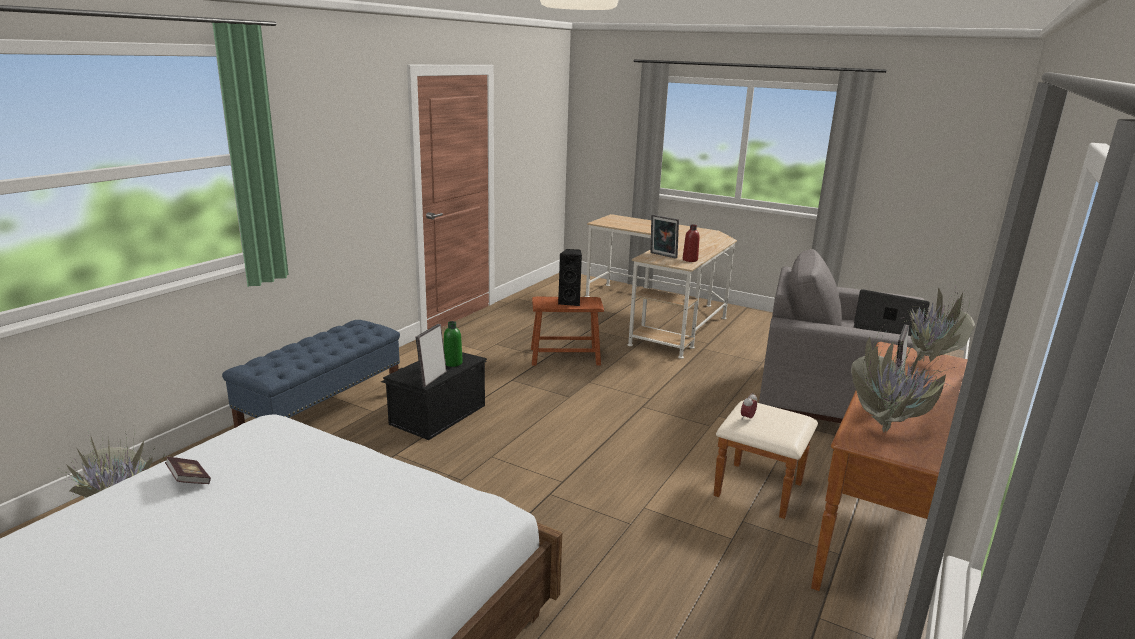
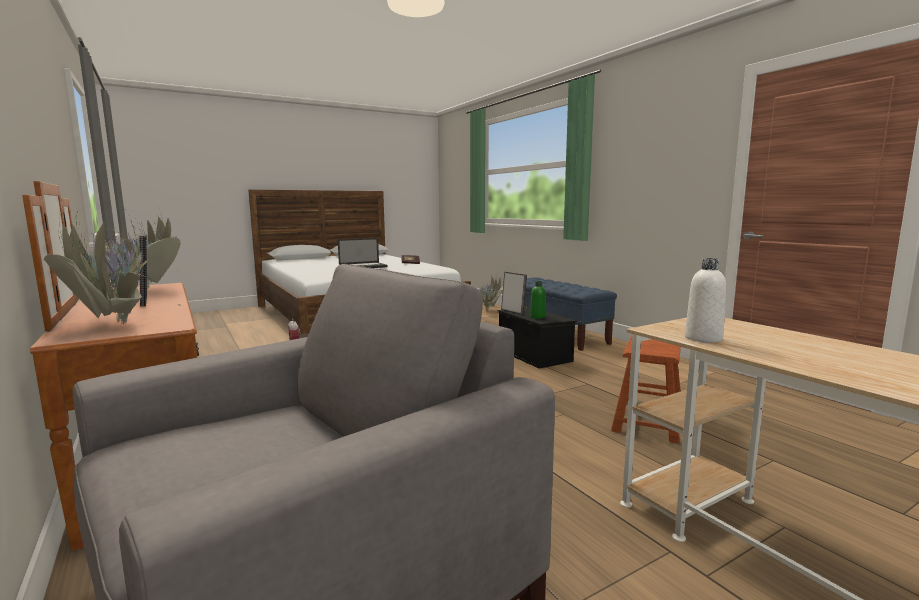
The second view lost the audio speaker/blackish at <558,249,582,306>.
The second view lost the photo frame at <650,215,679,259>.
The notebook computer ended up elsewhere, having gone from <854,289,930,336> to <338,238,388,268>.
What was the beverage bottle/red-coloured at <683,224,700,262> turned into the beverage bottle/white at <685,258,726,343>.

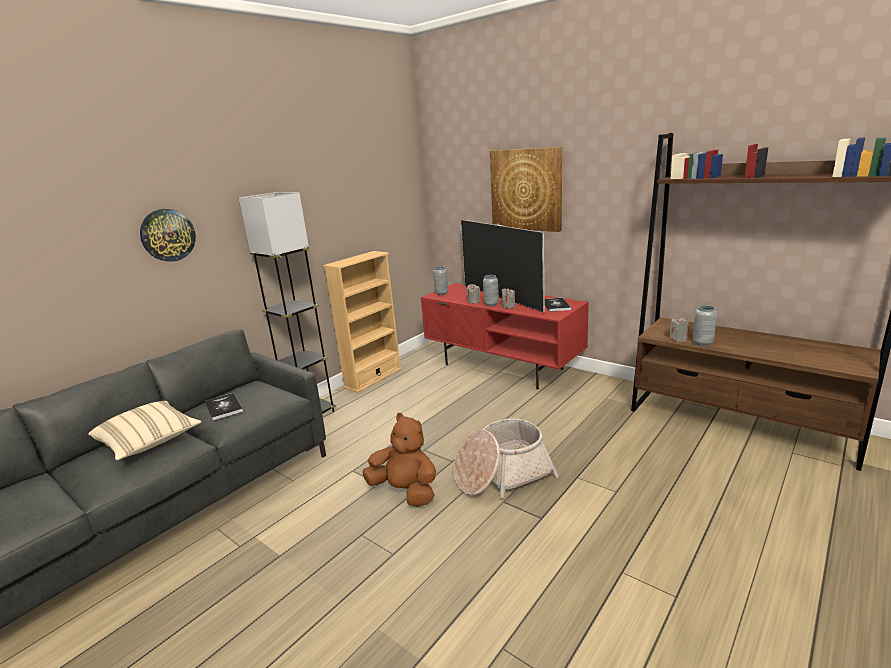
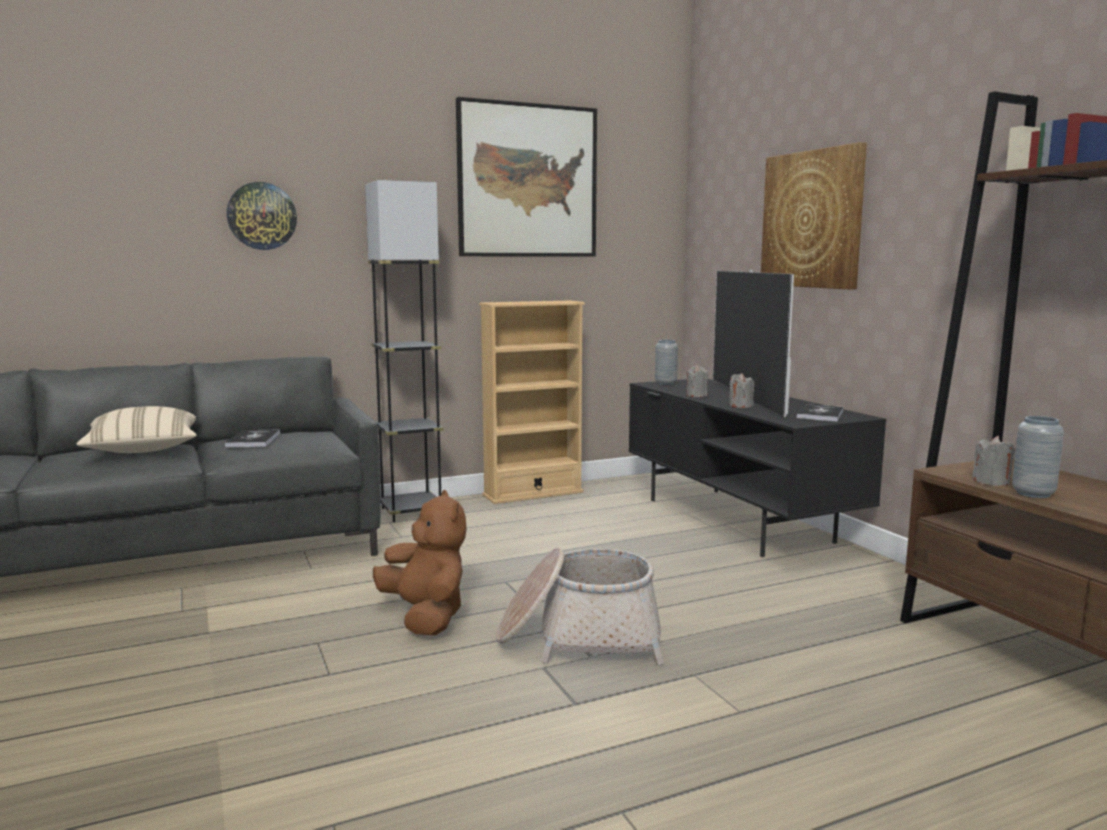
The second view lost the flower vase/gray at <483,275,499,306>.
The second view gained the picture at <456,97,597,257>.
What was the tv unit/red-coloured at <420,283,589,389> turned into the tv unit/blackish at <629,379,886,557>.

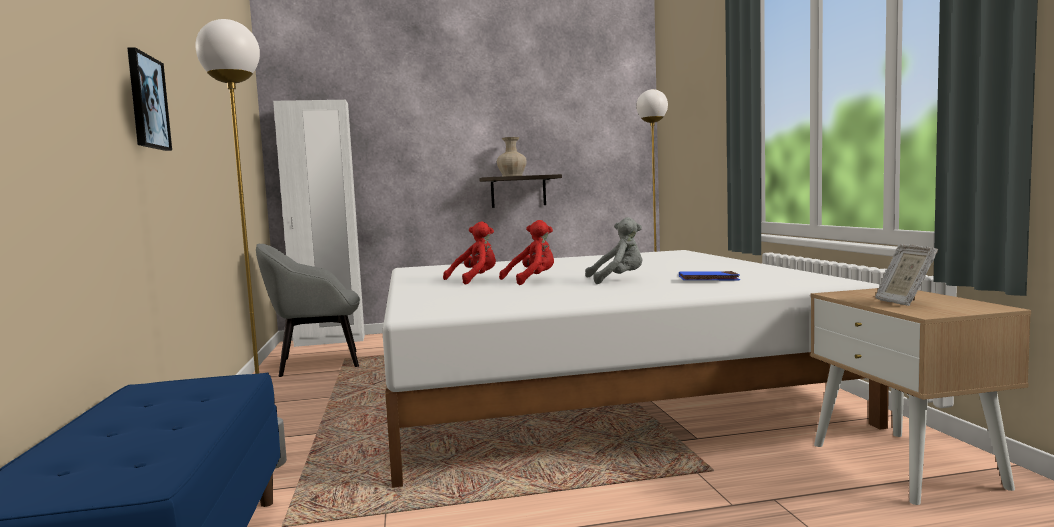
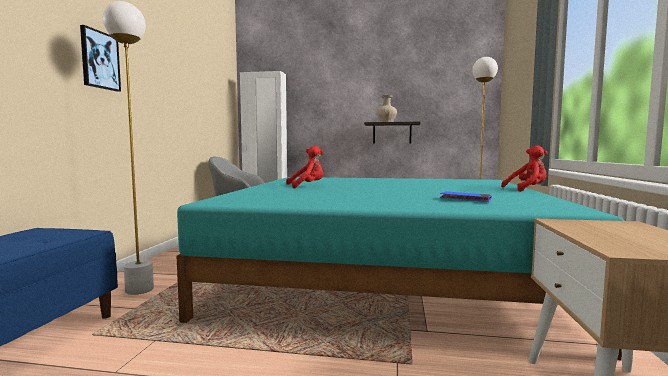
The second view lost the plush toy/gray at <585,217,643,284>.
The second view lost the photo frame at <875,244,938,306>.
The plush toy/red-coloured ended up elsewhere, having gone from <499,220,554,285> to <501,145,548,192>.
What was the bed/white at <382,250,889,488> turned into the bed/turquoise-coloured at <176,177,625,360>.

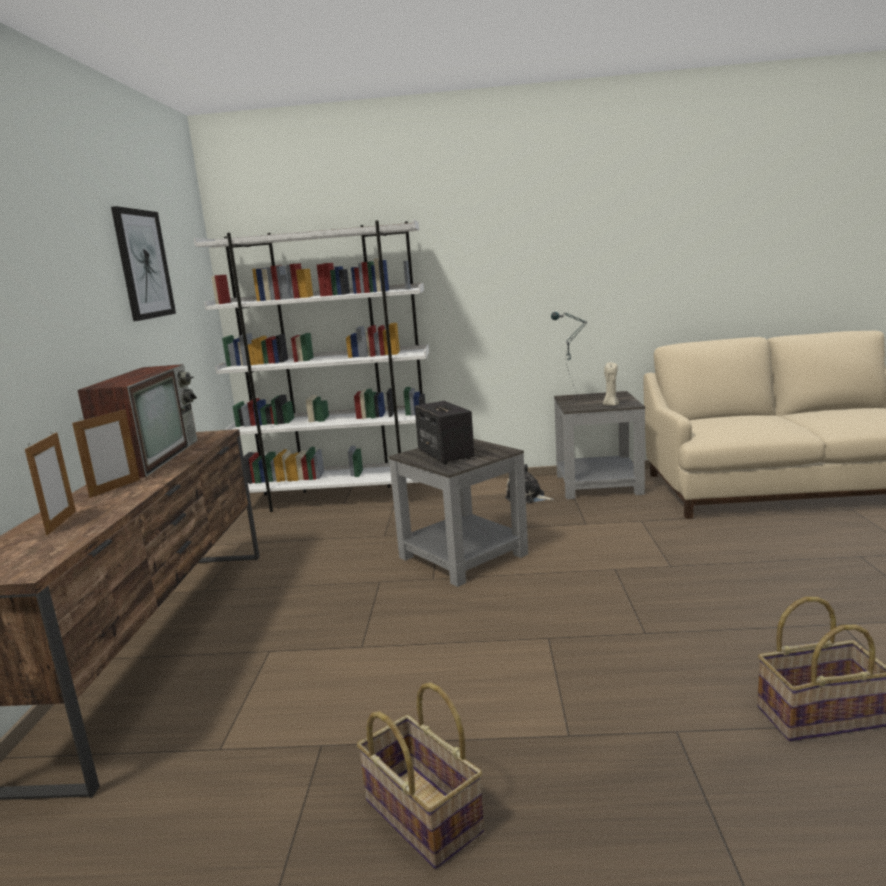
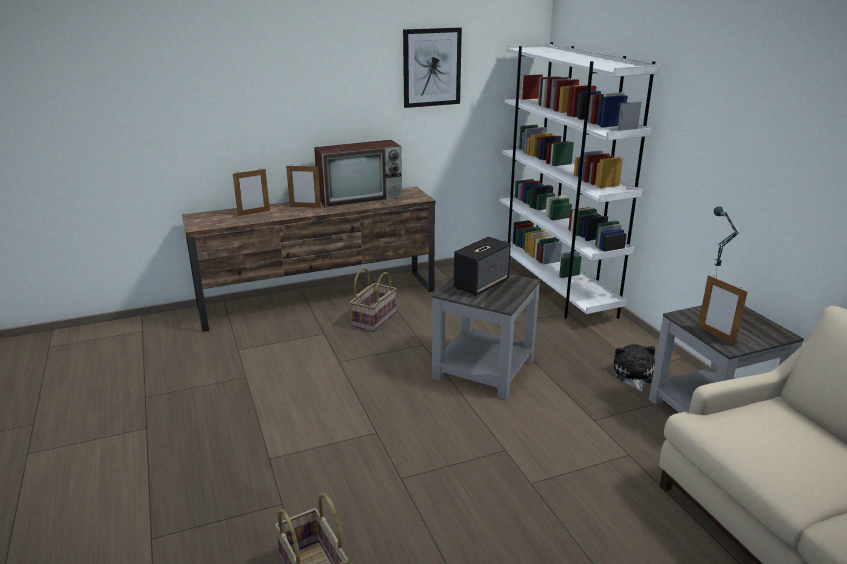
The basket ended up elsewhere, having gone from <357,682,484,869> to <350,267,396,332>.
Where the wax candle/sand-coloured stood at <603,362,619,406>, the photo frame came to stand at <698,275,747,345>.

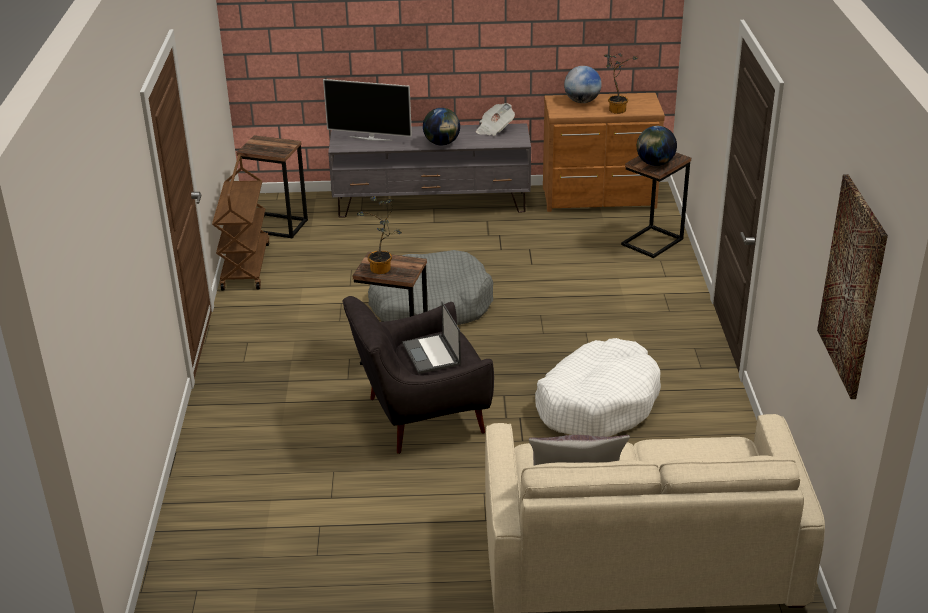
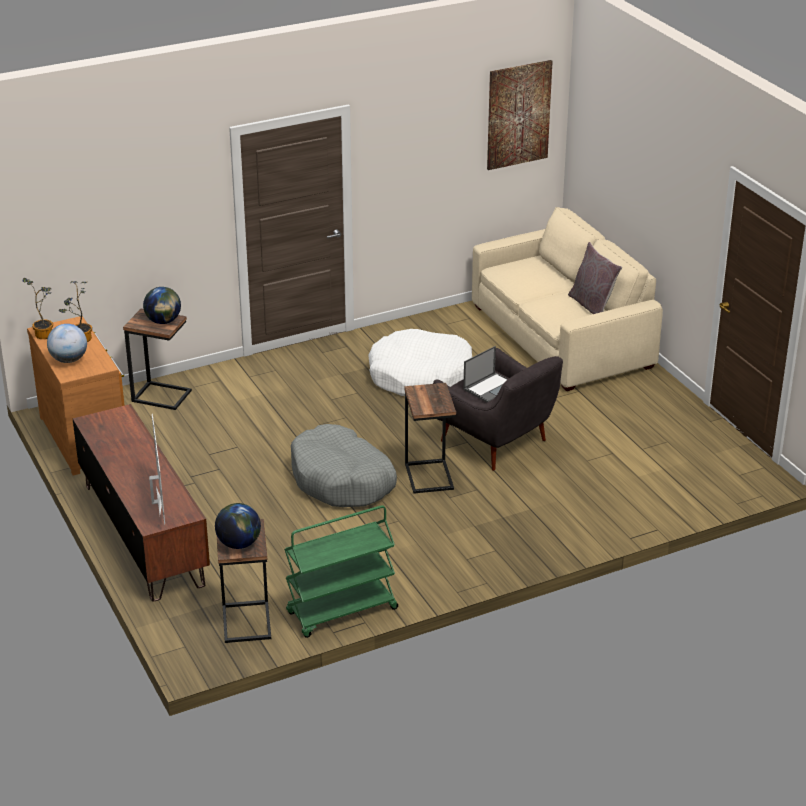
The second view lost the printed paper at <476,103,515,136>.
The potted plant ended up elsewhere, having gone from <357,197,402,274> to <23,278,53,339>.
The desk globe ended up elsewhere, having gone from <423,108,460,145> to <215,503,261,549>.
What was the wheeled cart/brown at <212,154,269,291> turned into the wheeled cart/green-coloured at <284,505,398,638>.
What was the tv unit/gray at <328,123,531,218> turned into the tv unit/brown at <73,404,210,602>.

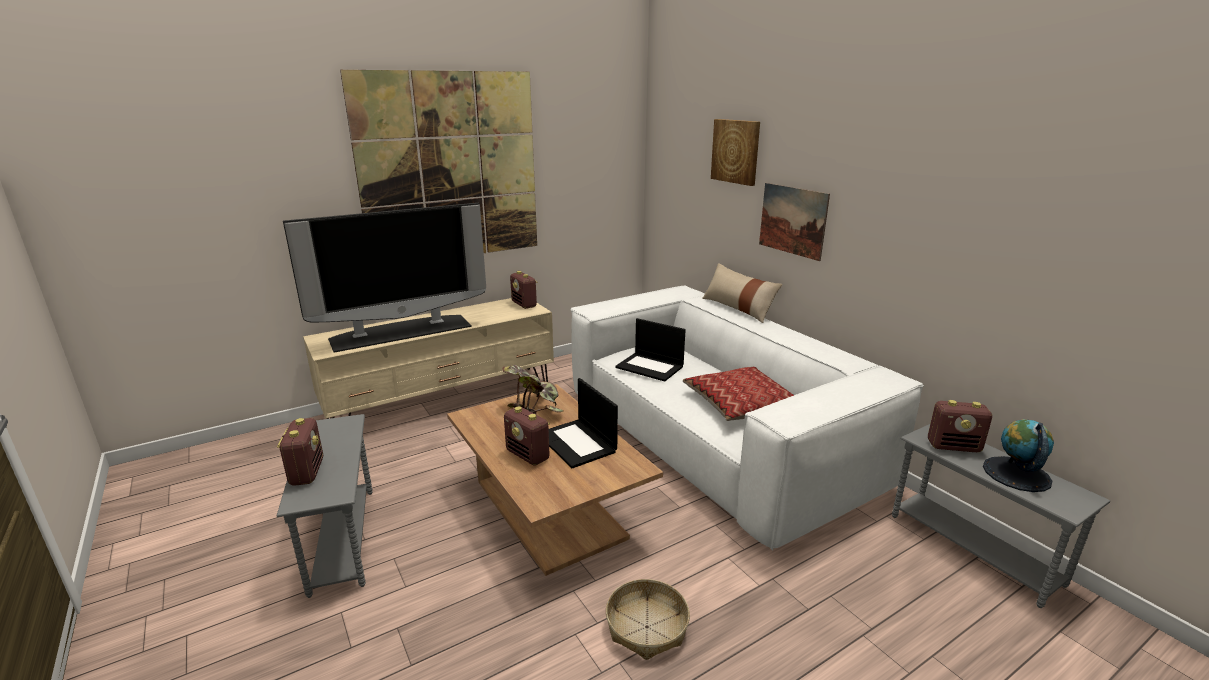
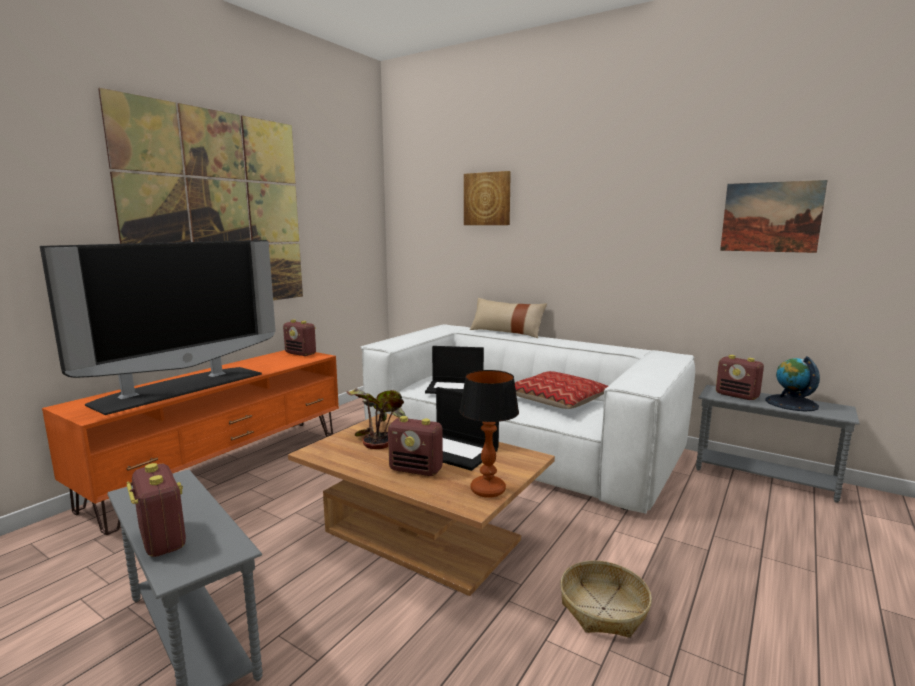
The second view gained the lamp for a table at <459,370,519,498>.
The picture ended up elsewhere, having gone from <759,183,830,261> to <720,180,828,253>.
What was the tv unit/sand-coloured at <303,298,554,419> turned into the tv unit/orange at <42,350,339,535>.
The radio set at <928,400,992,452> ended up facing another way, 60 degrees clockwise from before.

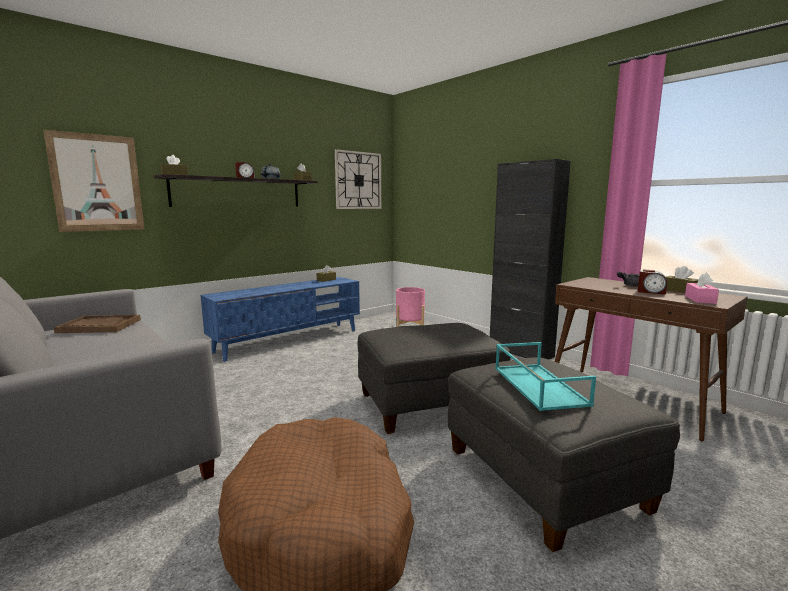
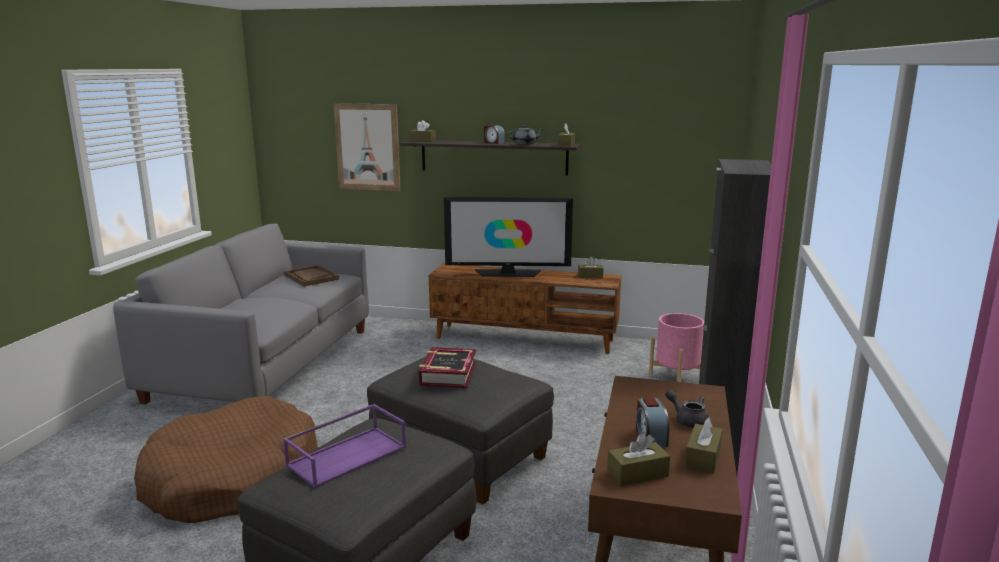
The second view lost the clock on the wall at <335,149,381,209>.
The second view gained the bound book at <419,347,476,388>.
The second view gained the television at <444,197,573,277>.
What was the tv unit/bluish at <201,277,360,362> turned into the tv unit/brown at <429,264,621,354>.
What was the carrying tray/turquoise-coloured at <495,342,596,411> turned into the carrying tray/purple at <283,404,407,489>.
What was the tissue holder/pink at <685,273,719,304> turned into the tissue holder/brown at <607,433,670,486>.

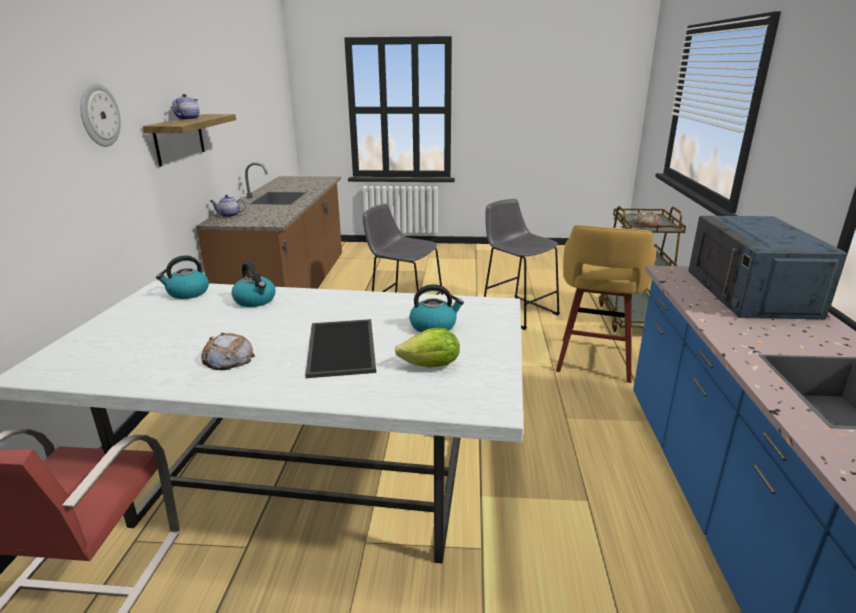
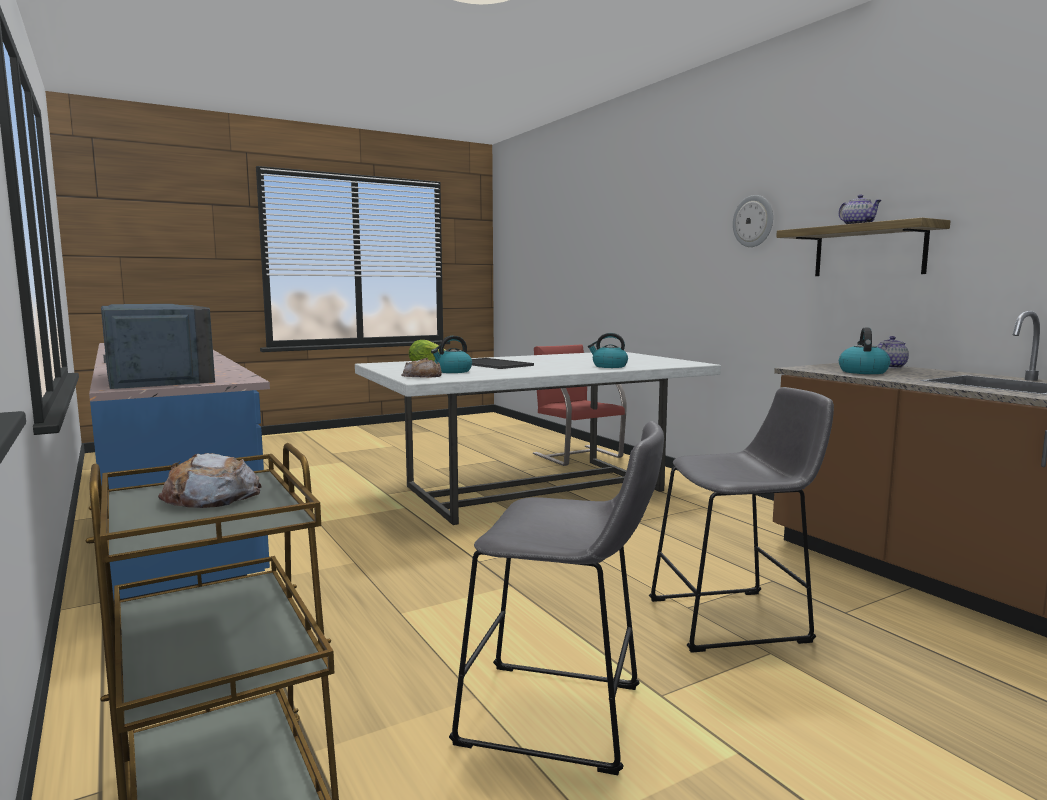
The second view lost the stool seat/yellow-coloured at <556,225,656,383>.
The kettle ended up elsewhere, having gone from <156,255,209,299> to <839,328,890,374>.
The bread ended up elsewhere, having gone from <201,333,255,370> to <402,358,442,378>.

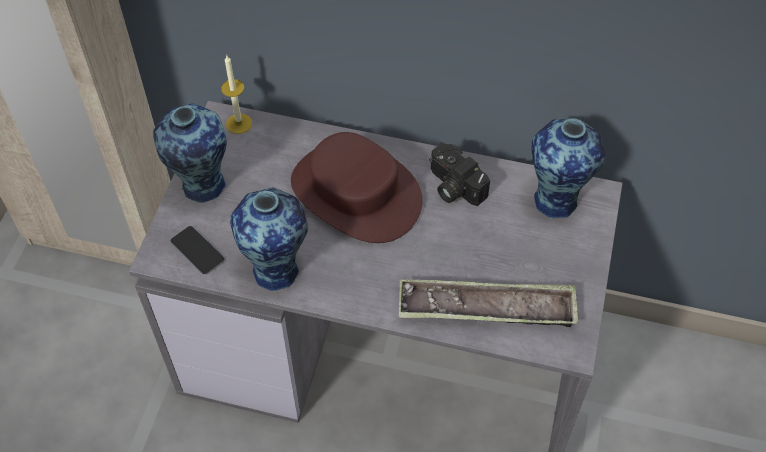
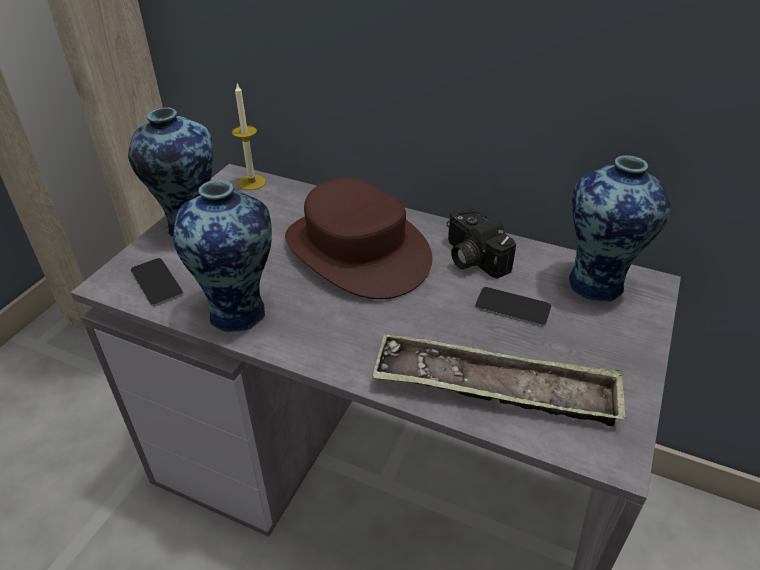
The second view gained the handset at <475,287,552,326>.

